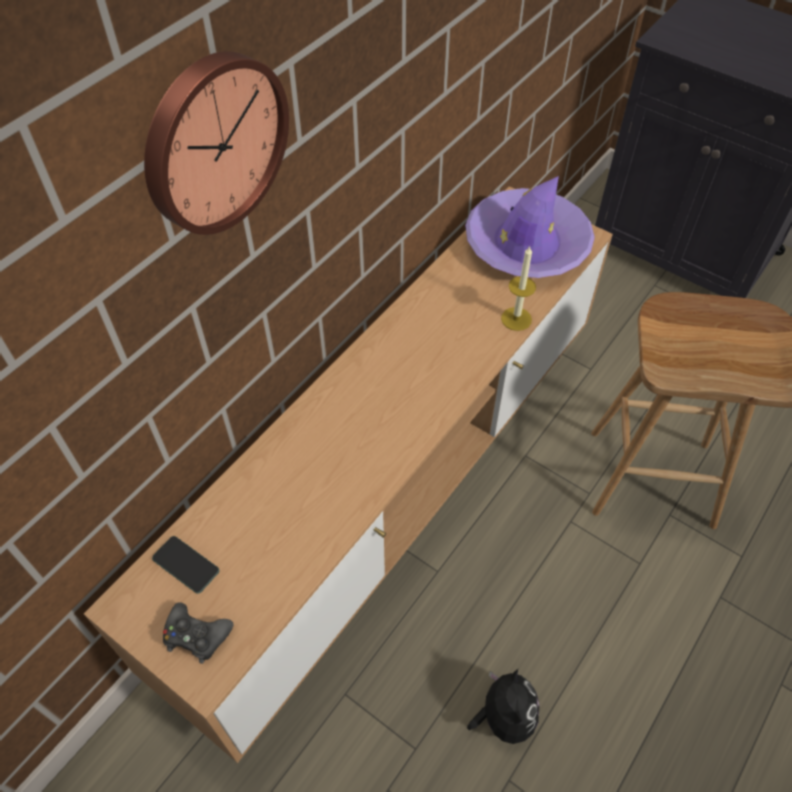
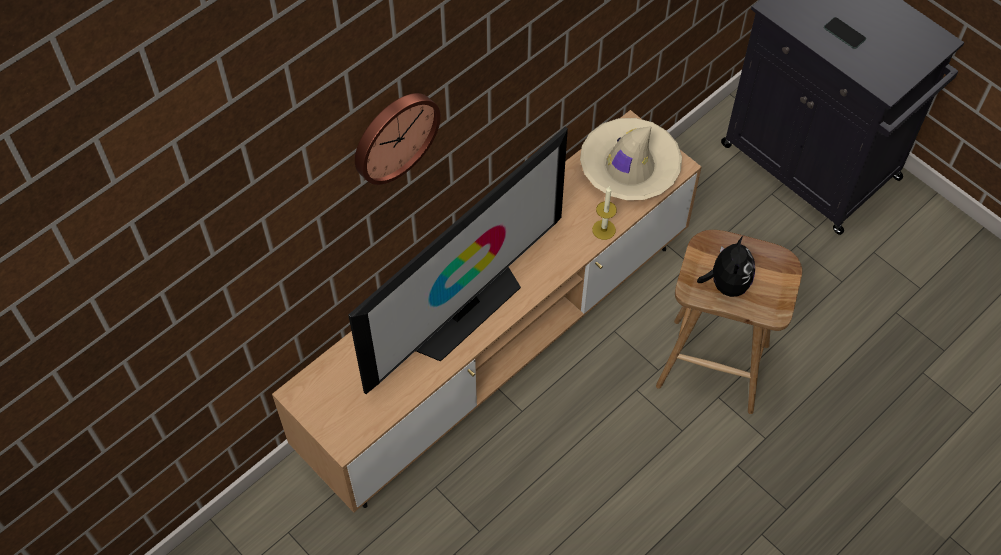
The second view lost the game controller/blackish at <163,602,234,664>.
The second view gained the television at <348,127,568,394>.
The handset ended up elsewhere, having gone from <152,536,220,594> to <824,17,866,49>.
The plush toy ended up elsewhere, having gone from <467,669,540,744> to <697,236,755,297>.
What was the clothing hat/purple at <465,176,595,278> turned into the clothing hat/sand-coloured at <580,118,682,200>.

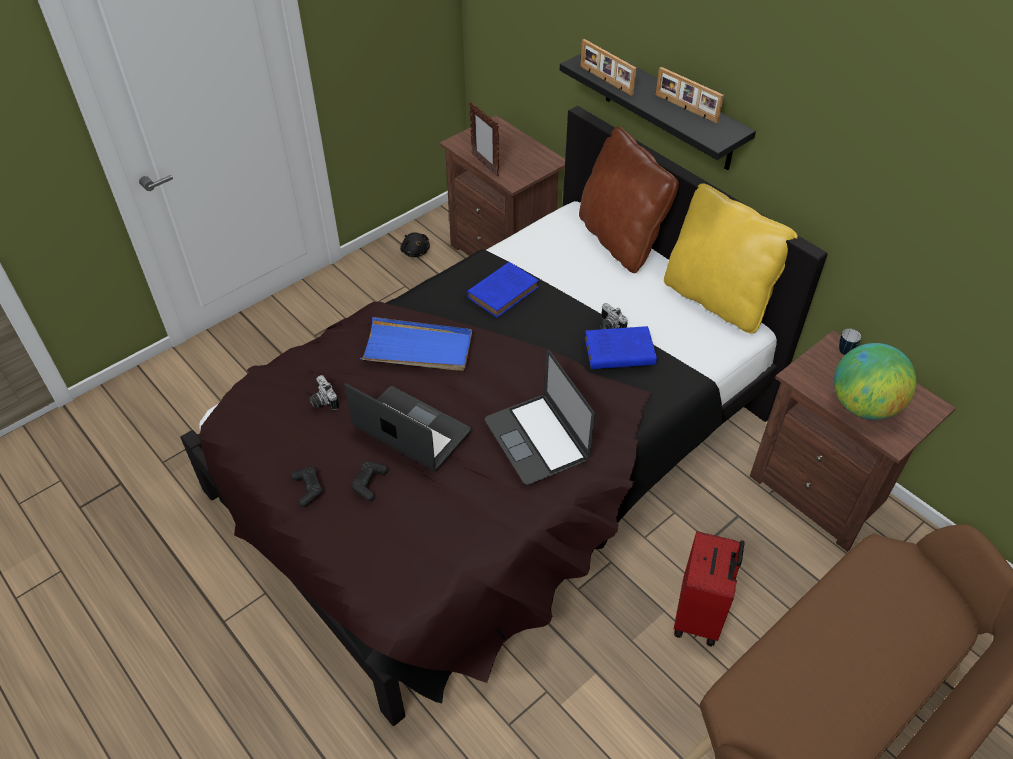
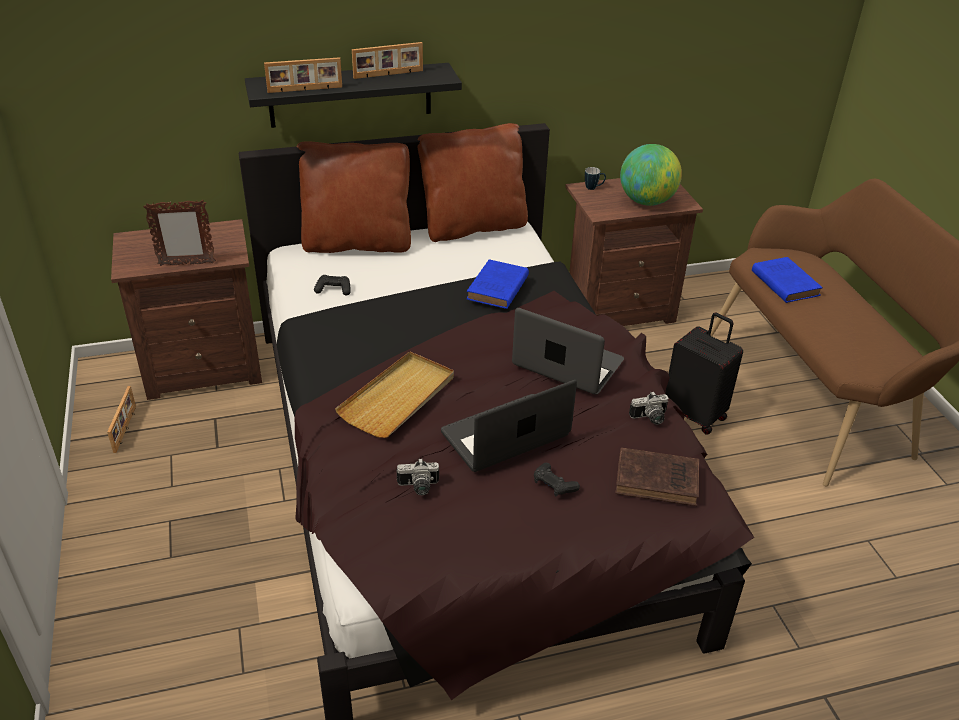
The second view gained the bound book/brown at <615,447,699,506>.
The game controller/blackish ended up elsewhere, having gone from <291,467,323,507> to <314,275,351,296>.
The bound book/bluish ended up elsewhere, having gone from <467,262,539,318> to <752,257,823,303>.
The photo camera ended up elsewhere, having gone from <600,303,628,329> to <629,391,669,425>.
Where the plush toy/blackish stood at <400,232,430,257>, the photo frame came to stand at <107,386,136,453>.
What was the carrying tray/bluish at <360,317,472,371> turned into the carrying tray/sand-coloured at <335,352,454,438>.
What was the pillow/yellow-coloured at <664,183,798,333> turned into the pillow/brown at <418,123,528,242>.
What was the travel case/red-coloured at <674,531,745,646> turned into the travel case/blackish at <665,312,743,435>.
The notebook computer at <485,350,595,485> ended up facing another way, 150 degrees counterclockwise from before.

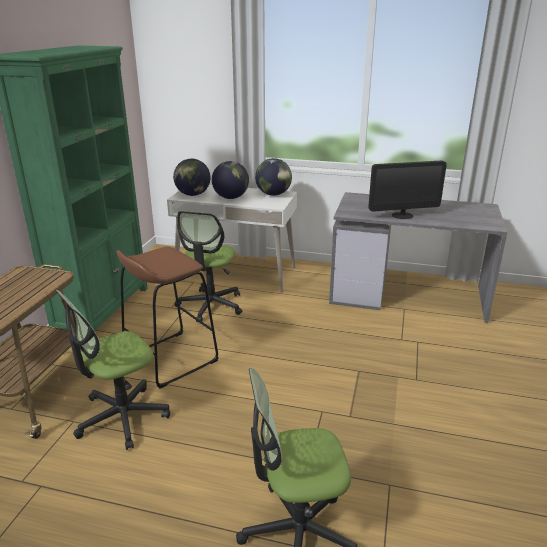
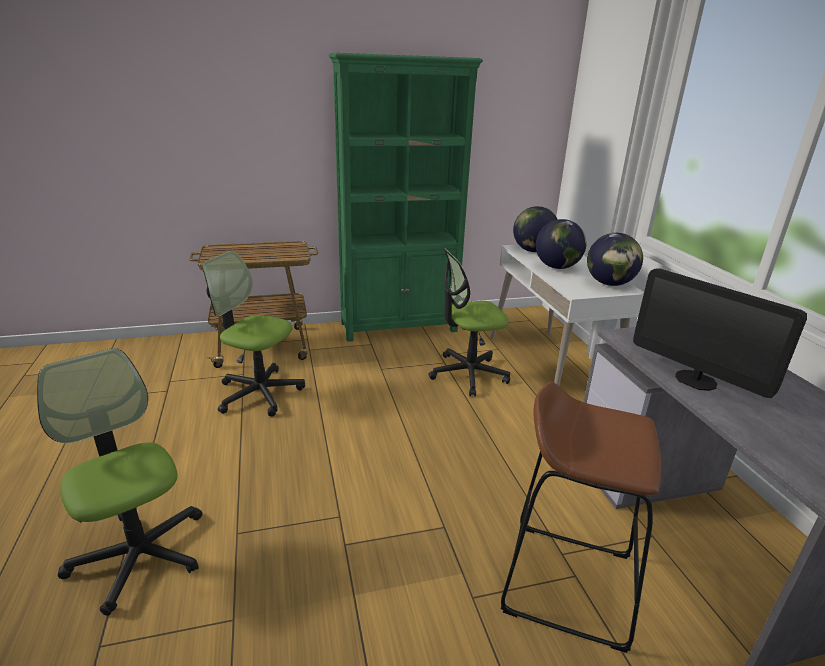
The stool seat/brown ended up elsewhere, having gone from <116,246,219,388> to <501,382,661,653>.

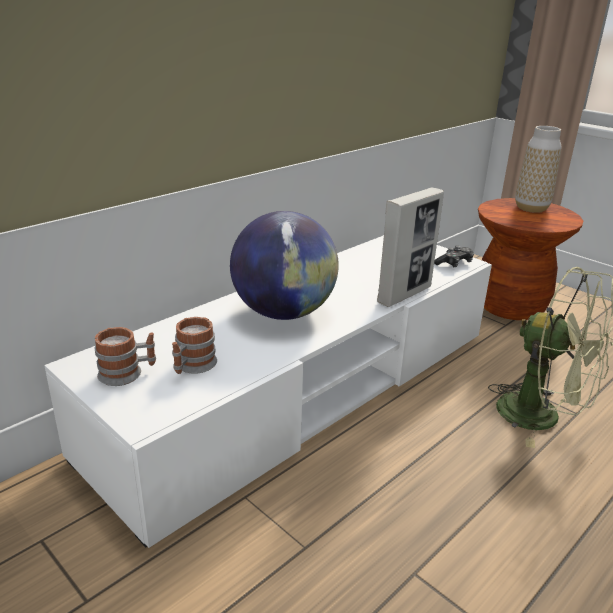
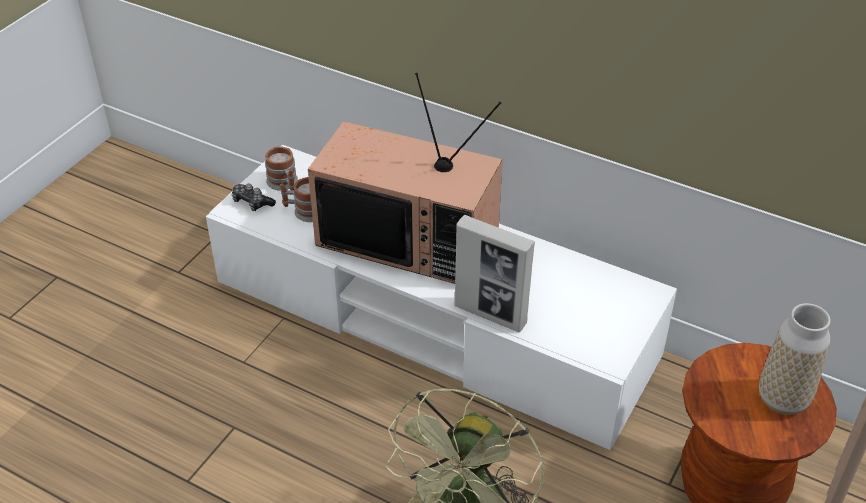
The game controller ended up elsewhere, having gone from <434,245,474,267> to <232,183,276,211>.
Where the desk globe stood at <230,211,339,320>, the television came to stand at <308,73,502,284>.

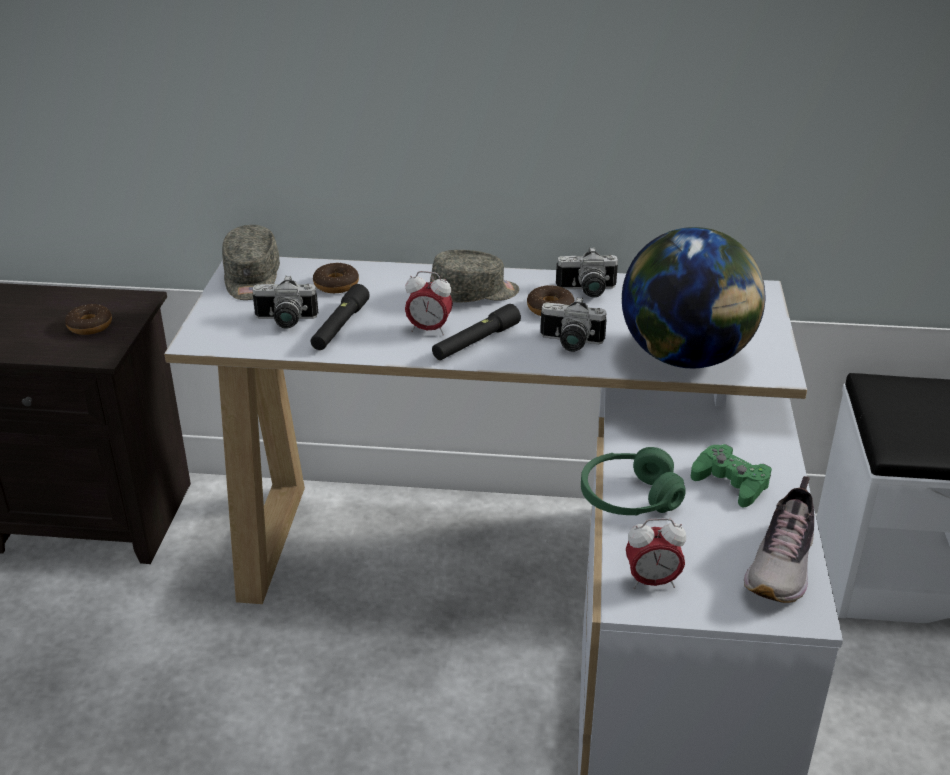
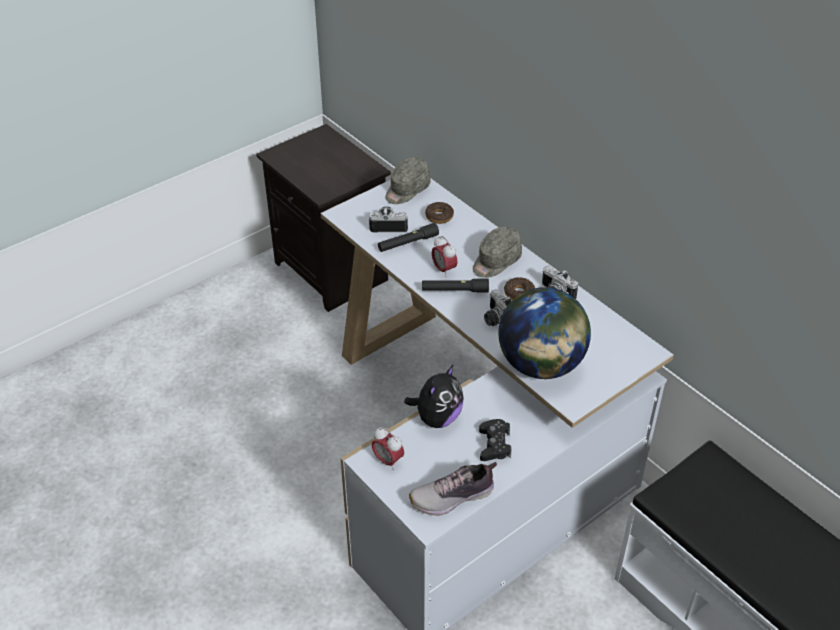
The second view lost the ring doughnut at <65,304,112,335>.
Where the headphones/green-coloured stood at <581,447,686,515>, the plush toy came to stand at <404,364,464,428>.
What was the game controller/green-coloured at <691,444,772,507> turned into the game controller/blackish at <479,419,511,461>.
The photo camera at <252,276,318,328> ended up facing another way, 135 degrees clockwise from before.
The cap/gray at <430,250,519,303> ended up facing another way, 105 degrees clockwise from before.

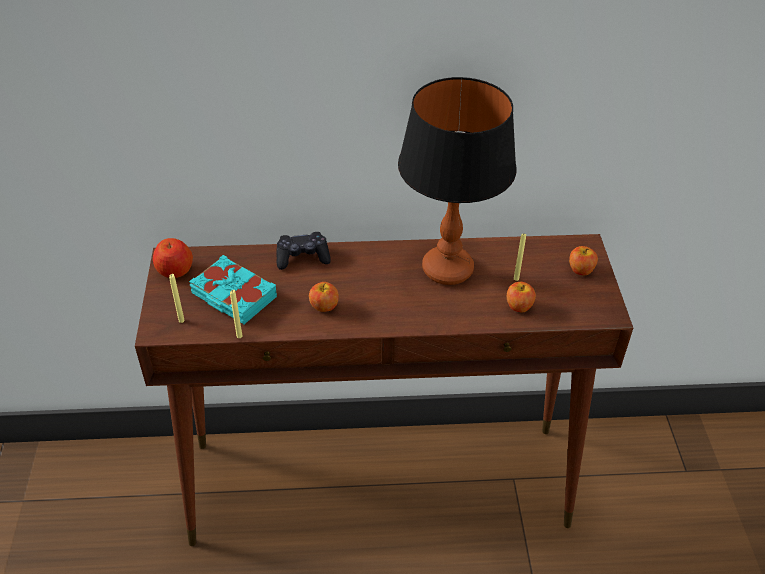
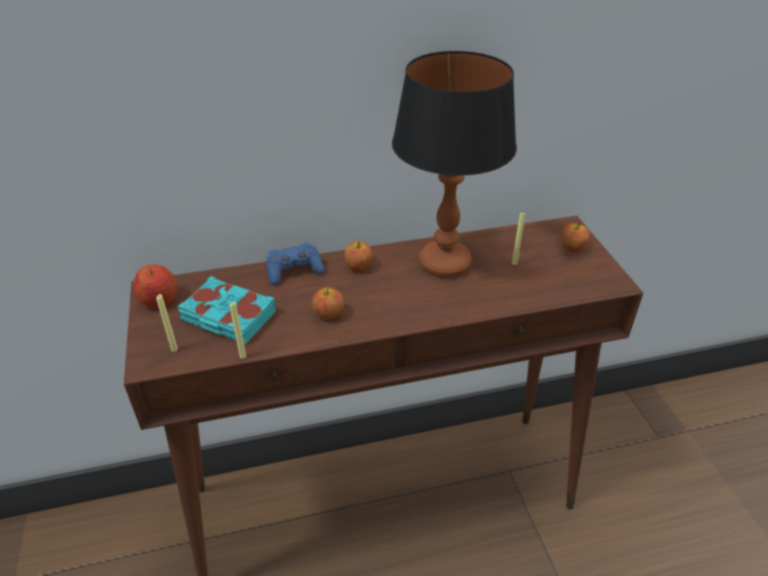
The whole apple ended up elsewhere, having gone from <507,282,536,313> to <344,241,373,271>.
What was the game controller/blackish at <276,232,331,270> turned into the game controller/bluish at <266,242,325,285>.

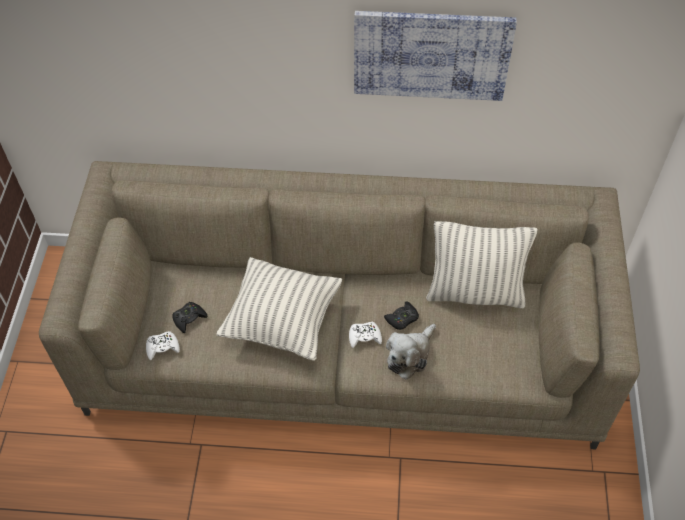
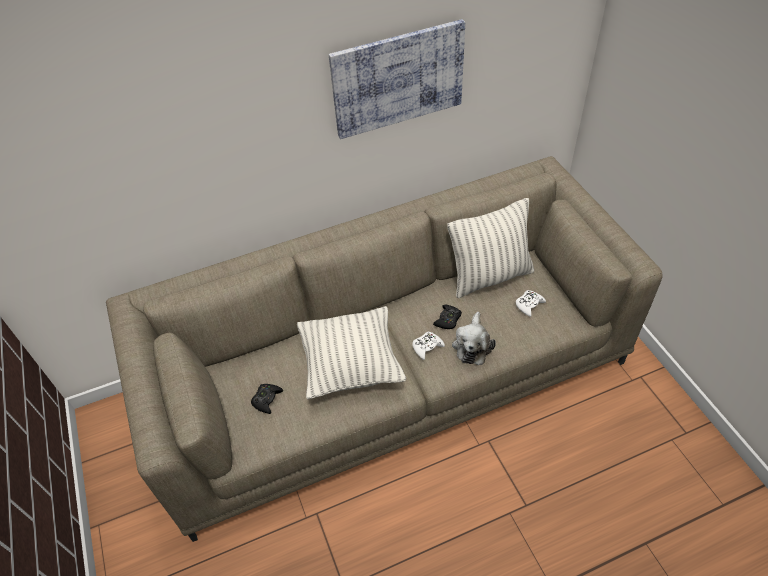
The game controller/white ended up elsewhere, having gone from <146,331,180,360> to <516,290,546,317>.

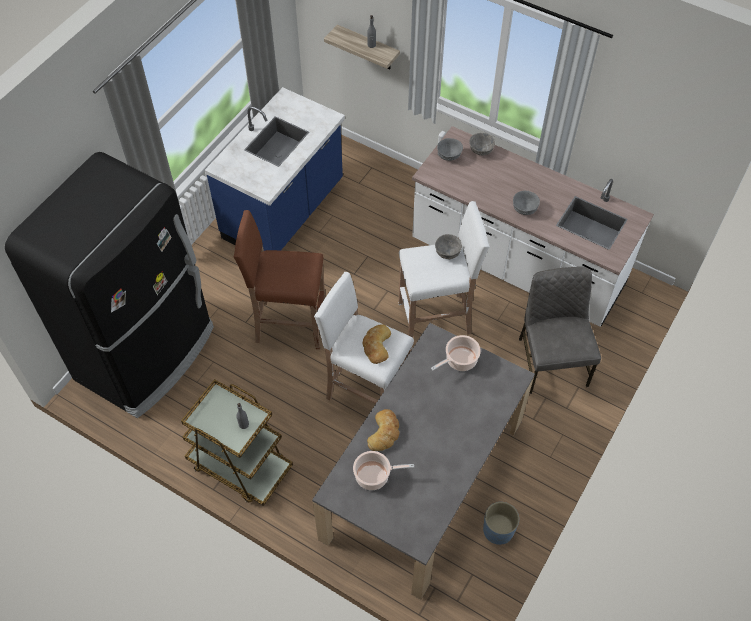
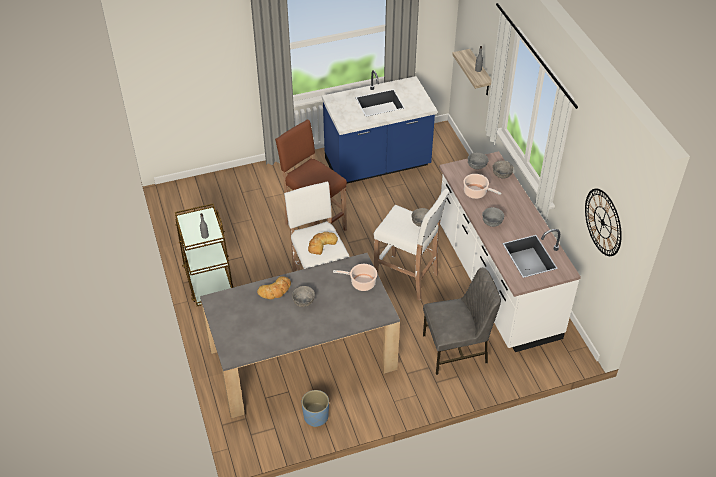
The second view lost the kitchen fridge/blackish at <5,152,214,418>.
The second view gained the deep dish/gray at <292,286,315,307>.
The second view gained the clock on the wall at <585,189,622,256>.
The cooking pot ended up elsewhere, having gone from <353,451,414,490> to <463,174,502,199>.
The plain chair/gray at <519,266,601,394> ended up facing another way, 45 degrees clockwise from before.

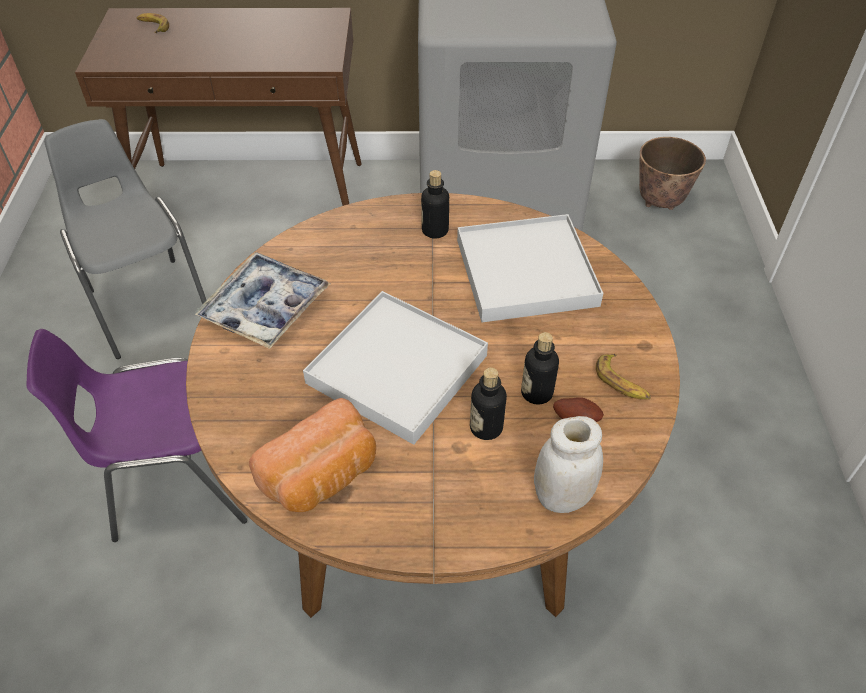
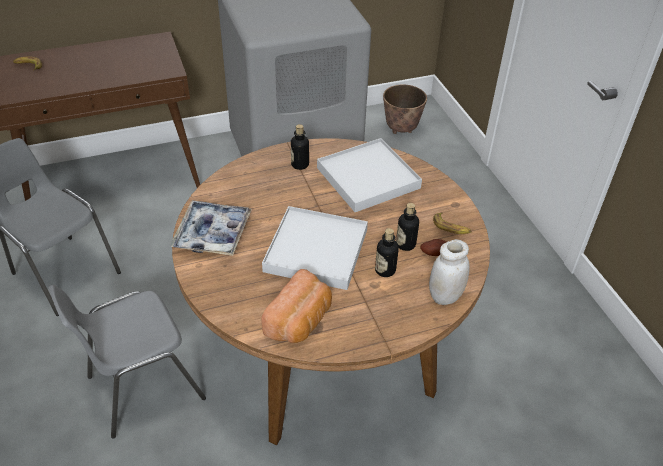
What was the plain chair/purple at <27,329,247,542> turned into the plain chair/gray at <48,285,206,439>.

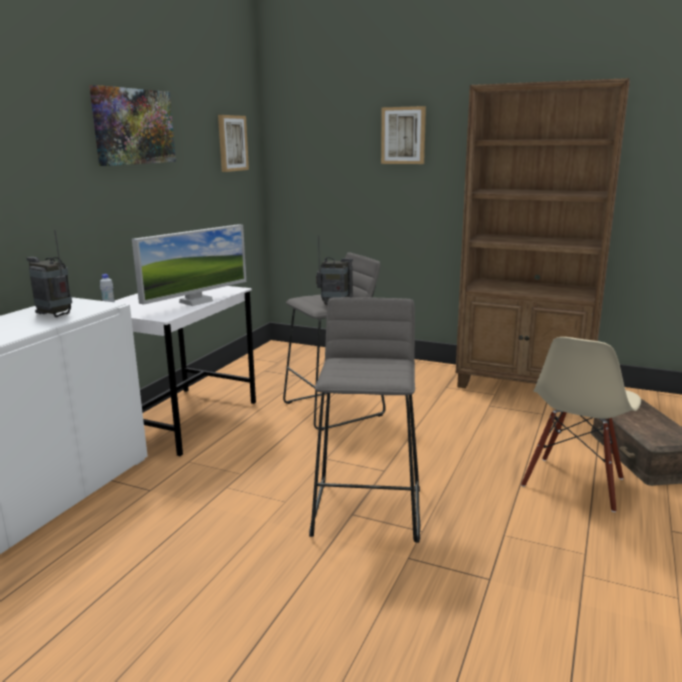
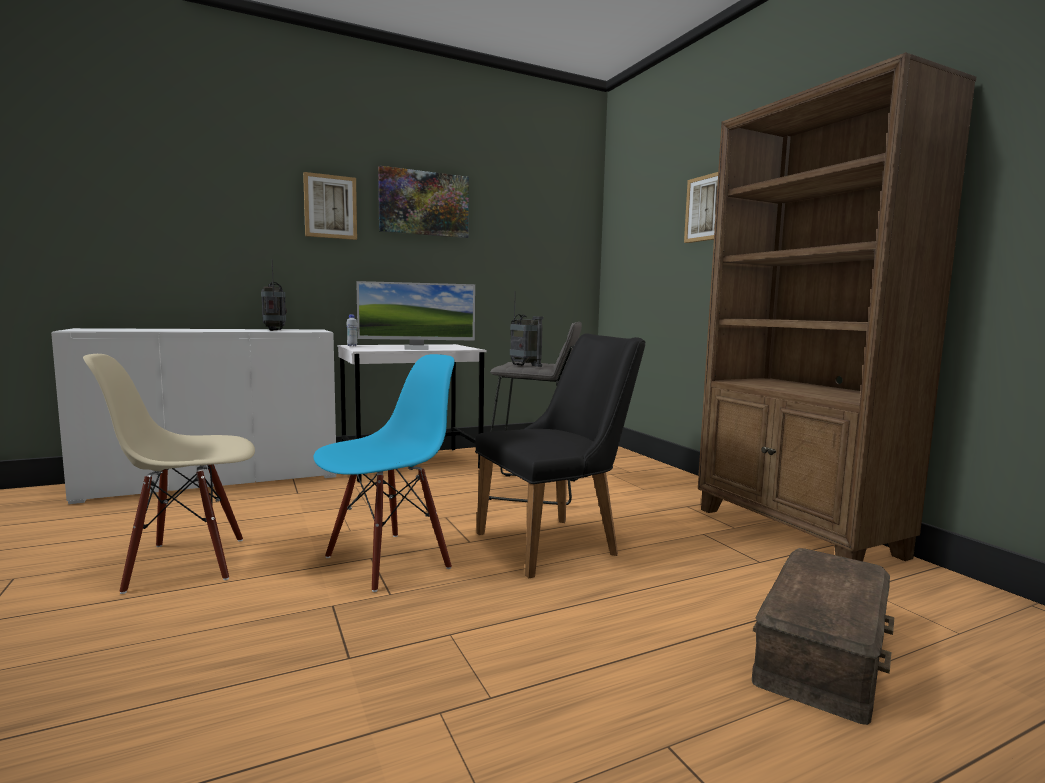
The second view gained the plain chair/blackish at <475,333,645,578>.
The picture ended up elsewhere, having gone from <218,115,249,172> to <303,172,357,240>.
The plain chair/sand-coloured ended up elsewhere, having gone from <521,337,641,512> to <83,354,255,594>.
Where the stool seat/gray stood at <309,297,420,543>, the plain chair/bluish came to stand at <313,354,455,592>.

